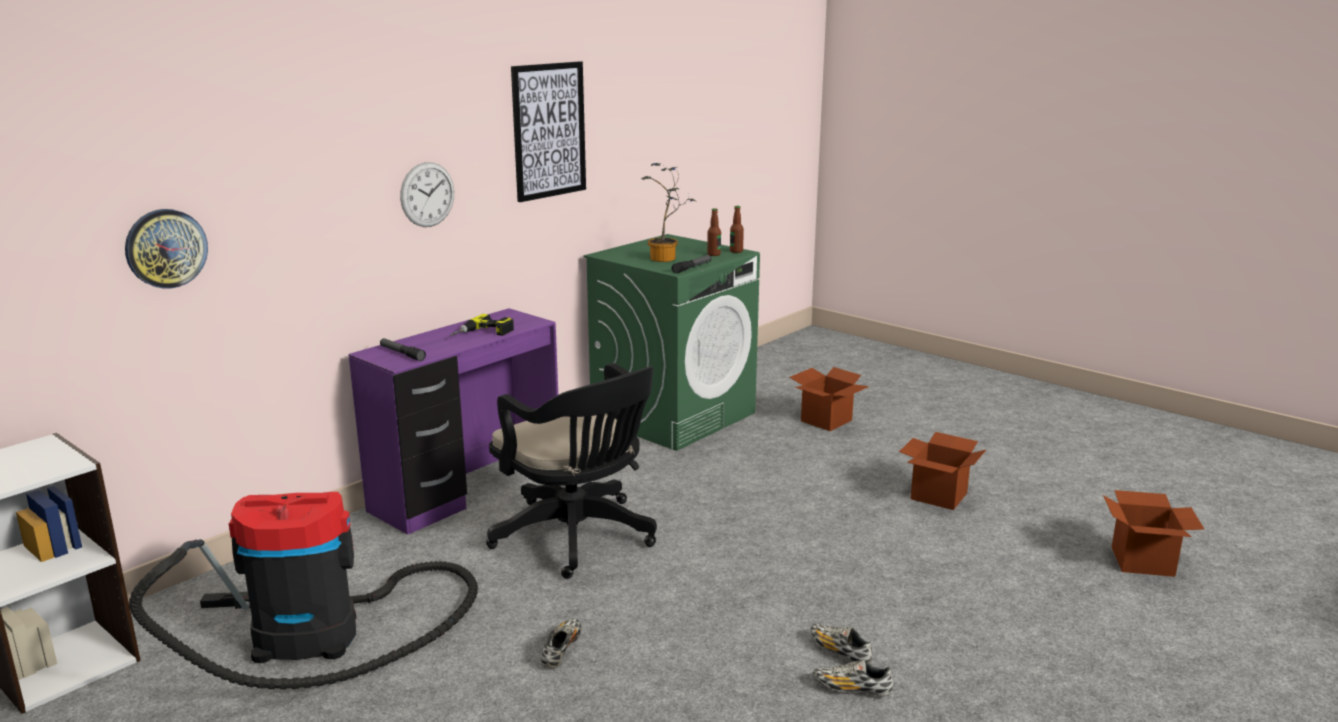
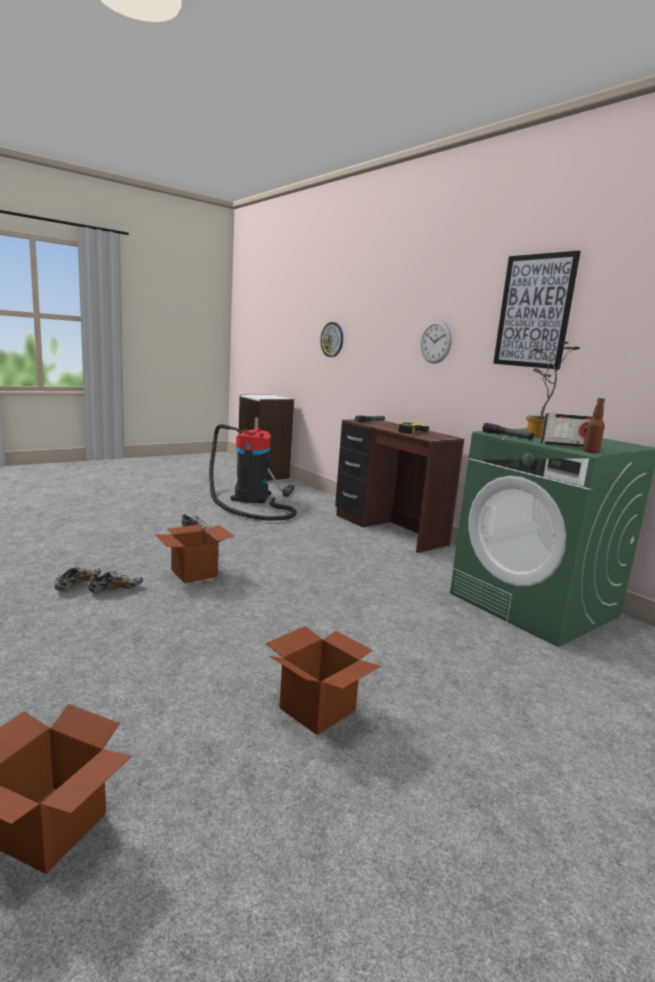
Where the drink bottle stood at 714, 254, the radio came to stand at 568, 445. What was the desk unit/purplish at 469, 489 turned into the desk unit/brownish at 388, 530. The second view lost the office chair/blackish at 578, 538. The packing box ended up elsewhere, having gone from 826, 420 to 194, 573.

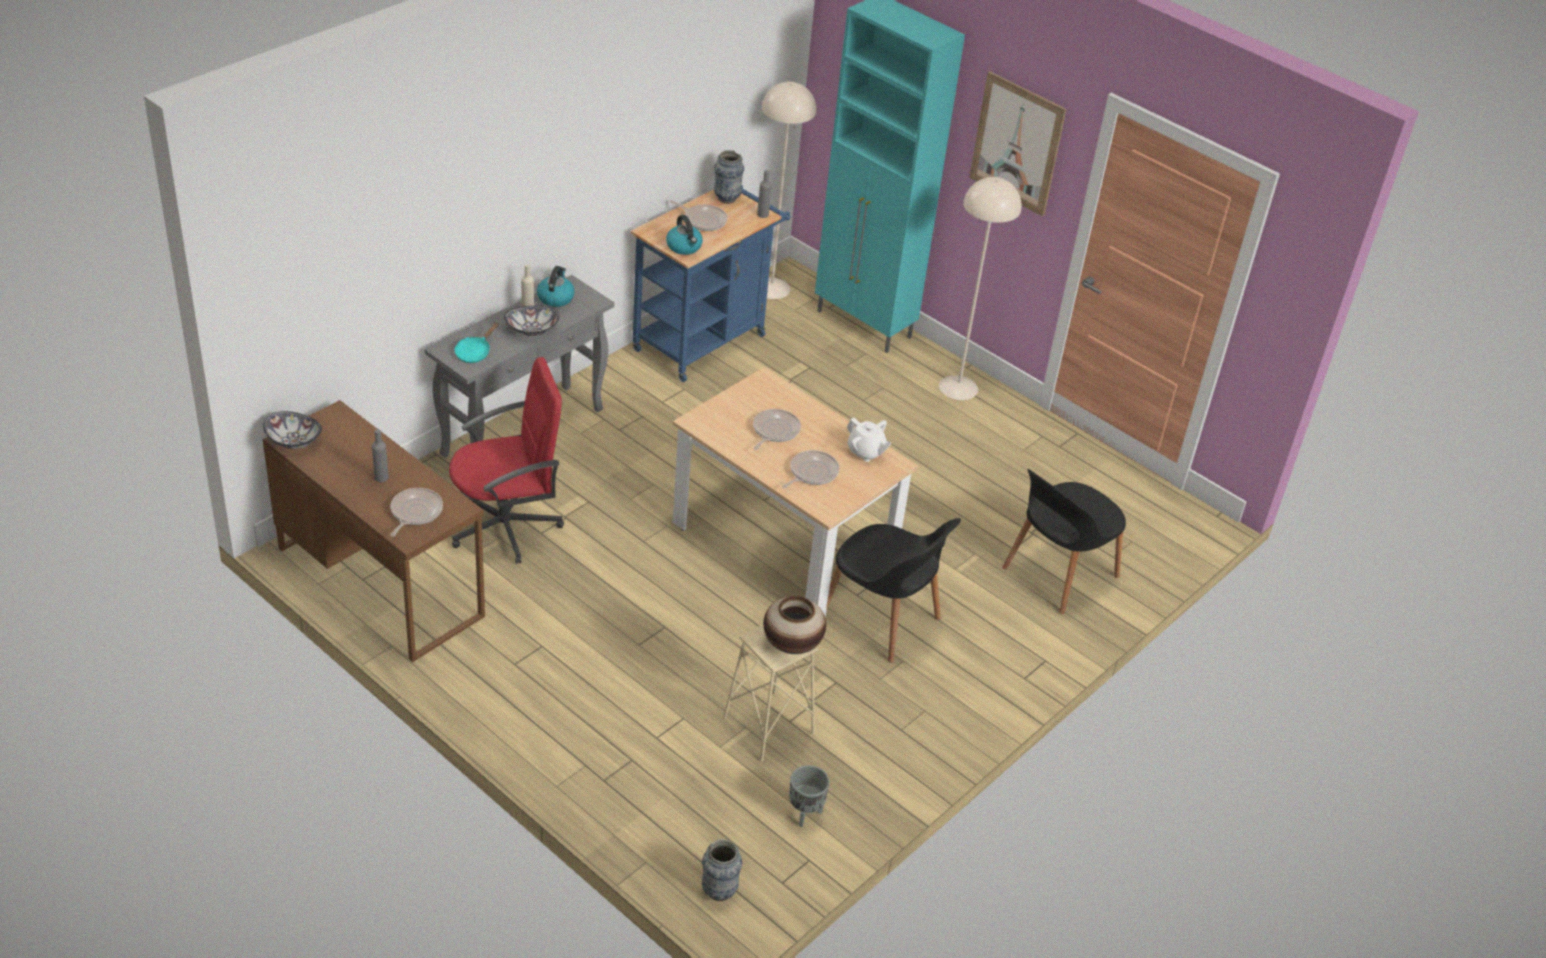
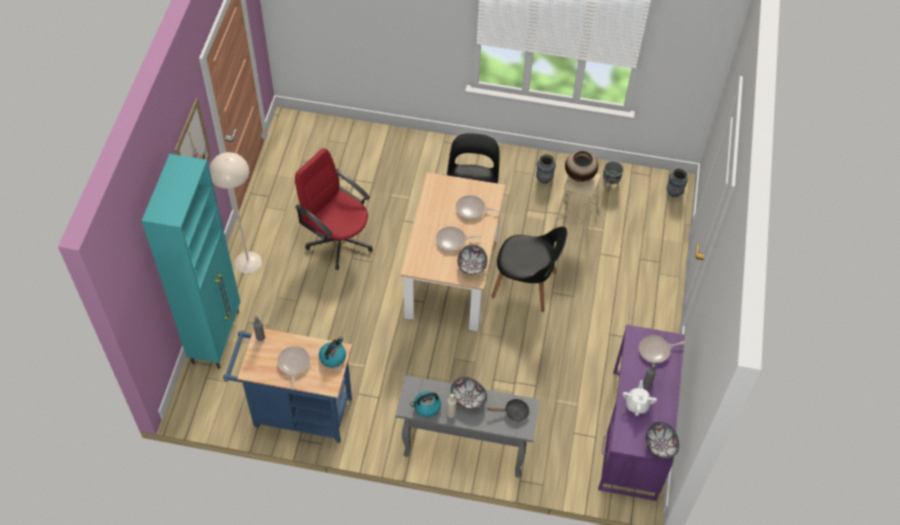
The second view lost the floor lamp/sand-coloured at 772, 288. The vase ended up elsewhere, having gone from 727, 198 to 544, 179. What was the frying pan/turquoise at 475, 352 turned into the frying pan/blackish at 513, 412. The office chair/reddish ended up elsewhere, having gone from 506, 525 to 339, 240. What was the desk unit/brownish at 380, 581 turned into the desk unit/purplish at 633, 434. The pot for tea/whitish ended up elsewhere, having gone from 866, 452 to 637, 404. The plain chair/blackish ended up elsewhere, having gone from 1058, 574 to 526, 285. The second view gained the serving bowl at 472, 266.

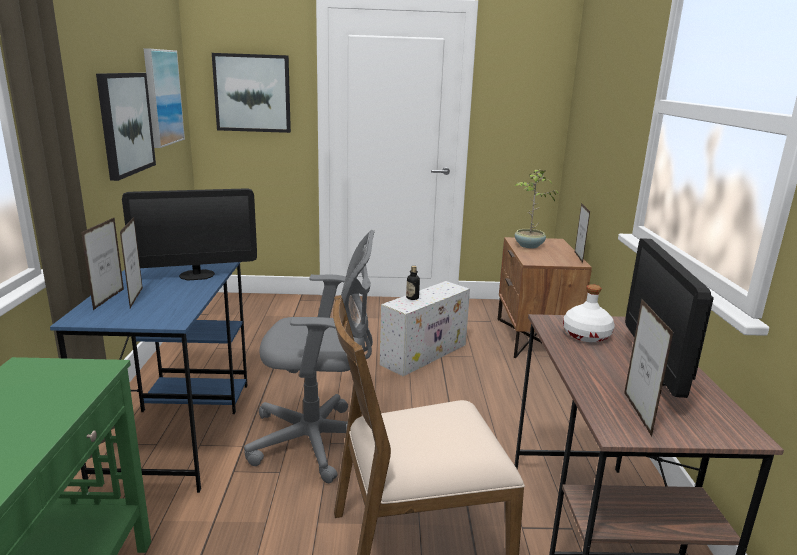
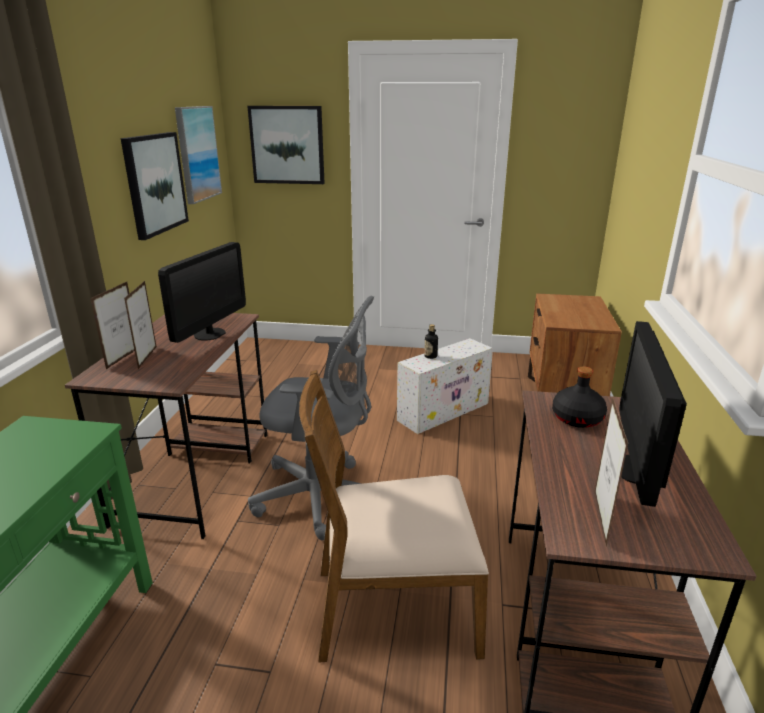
The second view lost the houseplant at 528, 246. The monitor at 197, 275 ended up facing another way, 60 degrees counterclockwise from before. The second view lost the picture frame at 578, 257. What was the desk unit/bluish at 178, 429 turned into the desk unit/brownish at 197, 475. What was the drink bottle/whitish at 587, 335 turned into the drink bottle/blackish at 577, 419.

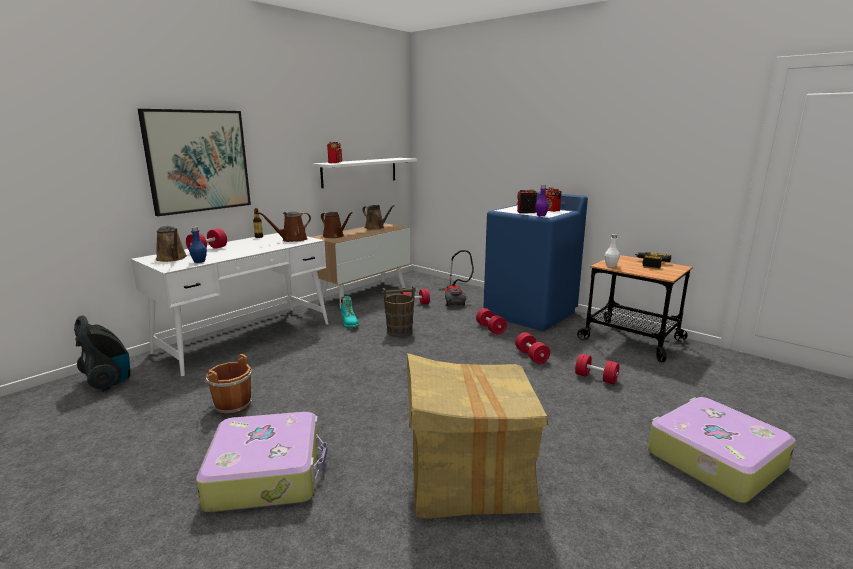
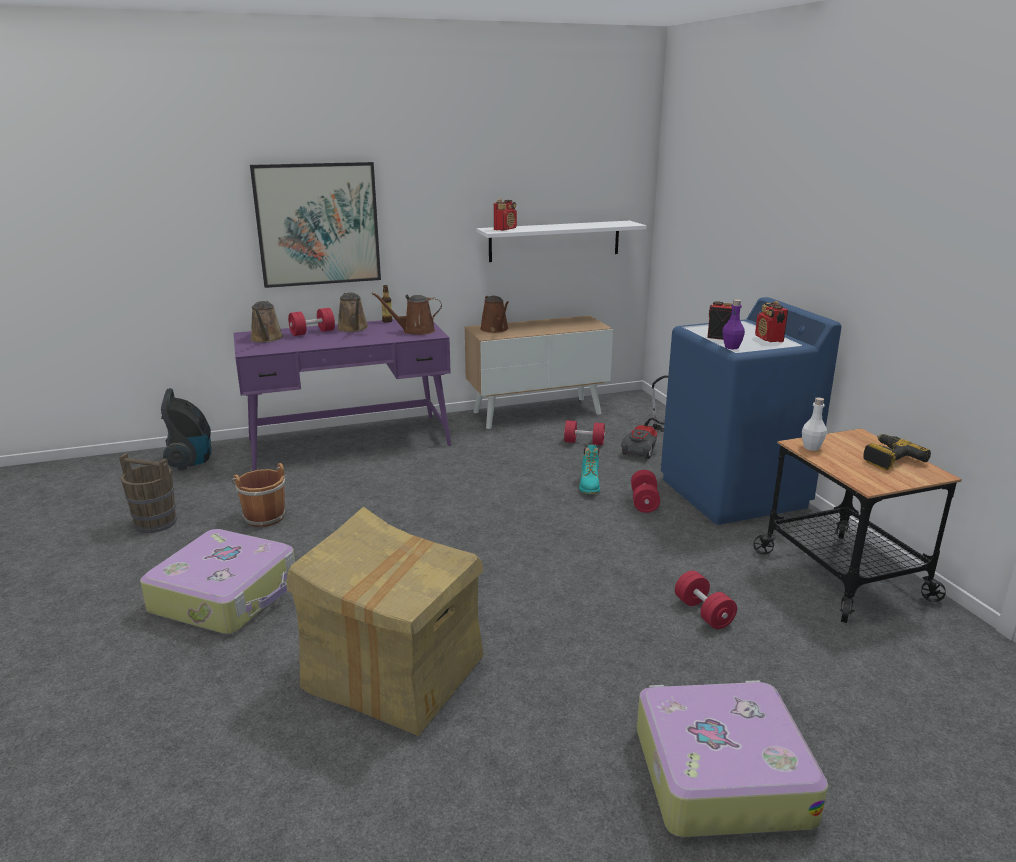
The watering can/brownish ended up elsewhere, having gone from 376, 227 to 353, 328. The second view lost the drink bottle/bluish at 199, 261. What was the desk unit/whitish at 246, 337 turned into the desk unit/purplish at 350, 442. The pail/brownish ended up elsewhere, having gone from 400, 332 to 156, 523. The tall boot/turquoise ended up elsewhere, having gone from 349, 324 to 589, 486. The second view lost the hand weight/reddish at 531, 356.

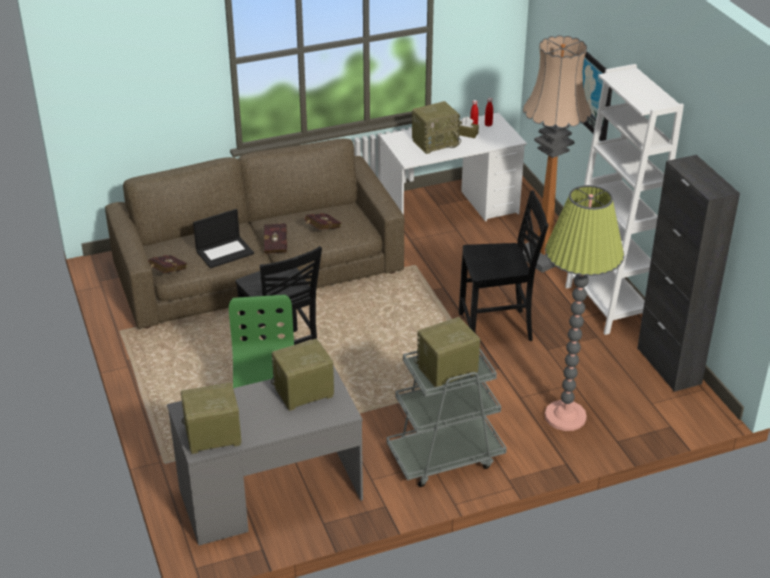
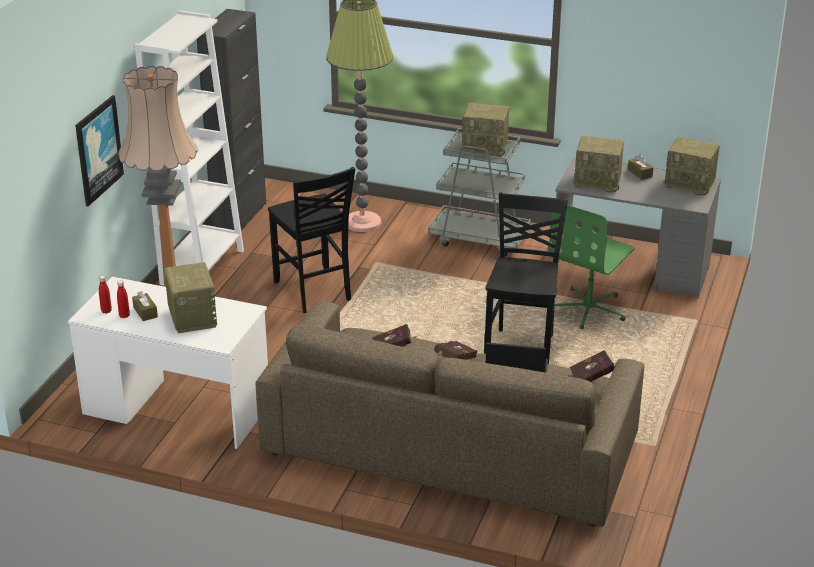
The radio at 435, 142 ended up facing another way, 60 degrees clockwise from before. The plain chair/blackish at 497, 328 ended up facing another way, 150 degrees counterclockwise from before. The second view gained the tissue box/brownish at 640, 173.

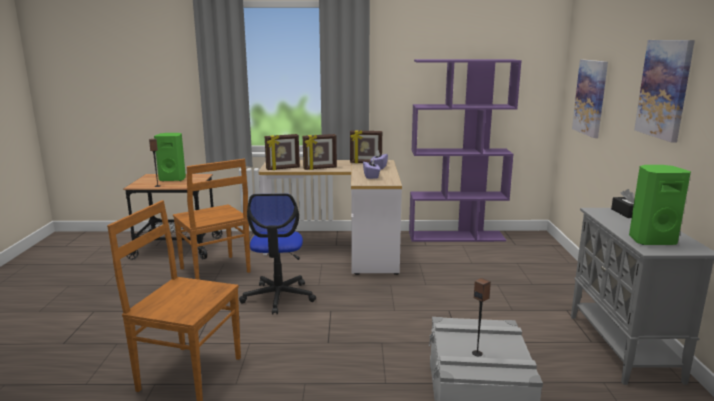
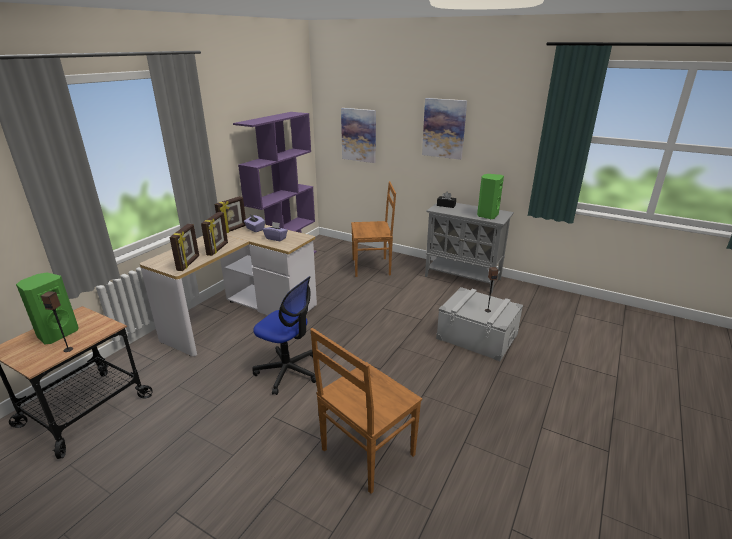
The plain chair/brownish ended up elsewhere, having gone from 215, 271 to 372, 267.

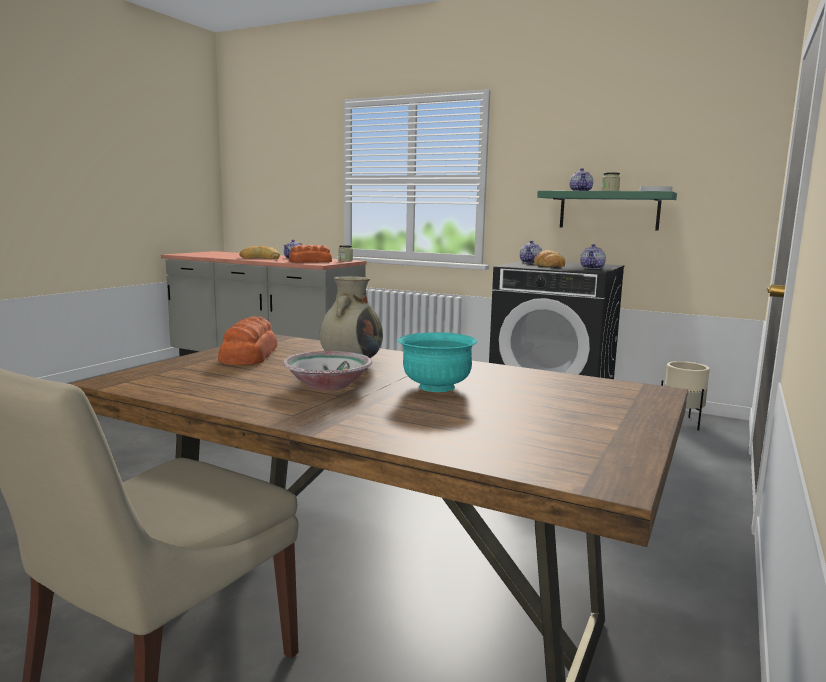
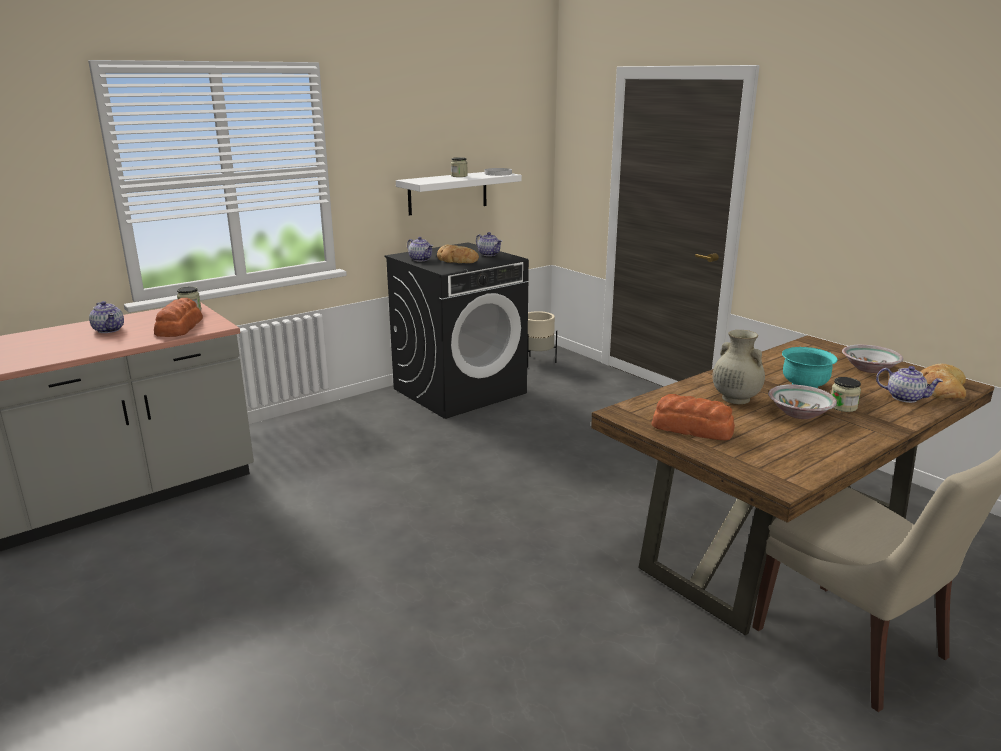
The pot for tea ended up elsewhere, having gone from 581, 191 to 905, 398. What was the shelf/greenish at 609, 210 turned into the shelf/whitish at 448, 192. The baked bread ended up elsewhere, having gone from 260, 258 to 940, 388. The second view gained the serving bowl at 870, 369. The second view gained the preserve jar at 843, 407.

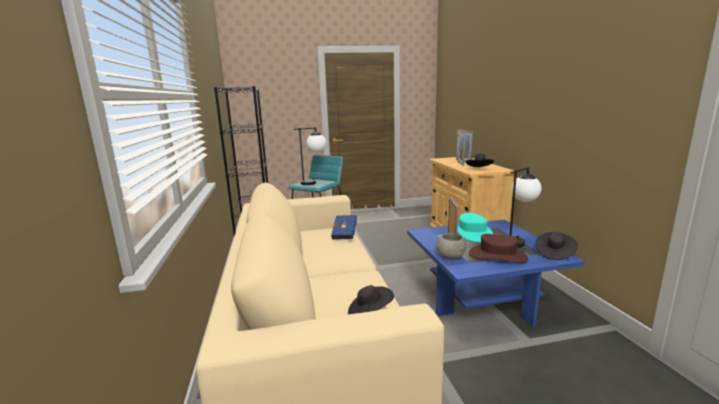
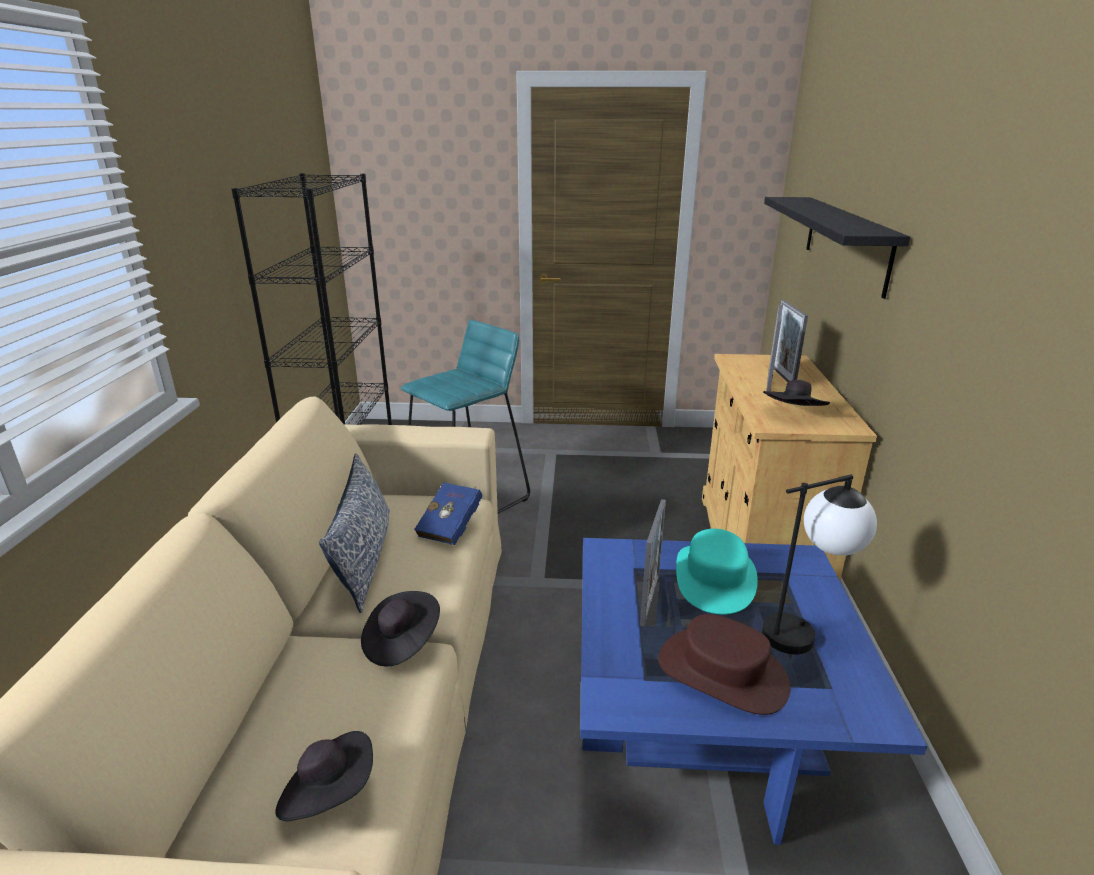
The second view lost the tabletop lamp at 314, 182. The wearable hat/blackish ended up elsewhere, having gone from 554, 253 to 401, 642. The second view lost the serving bowl/grey at 450, 256. The second view gained the shelf/blackish at 846, 242. The second view gained the cushion at 364, 556.

